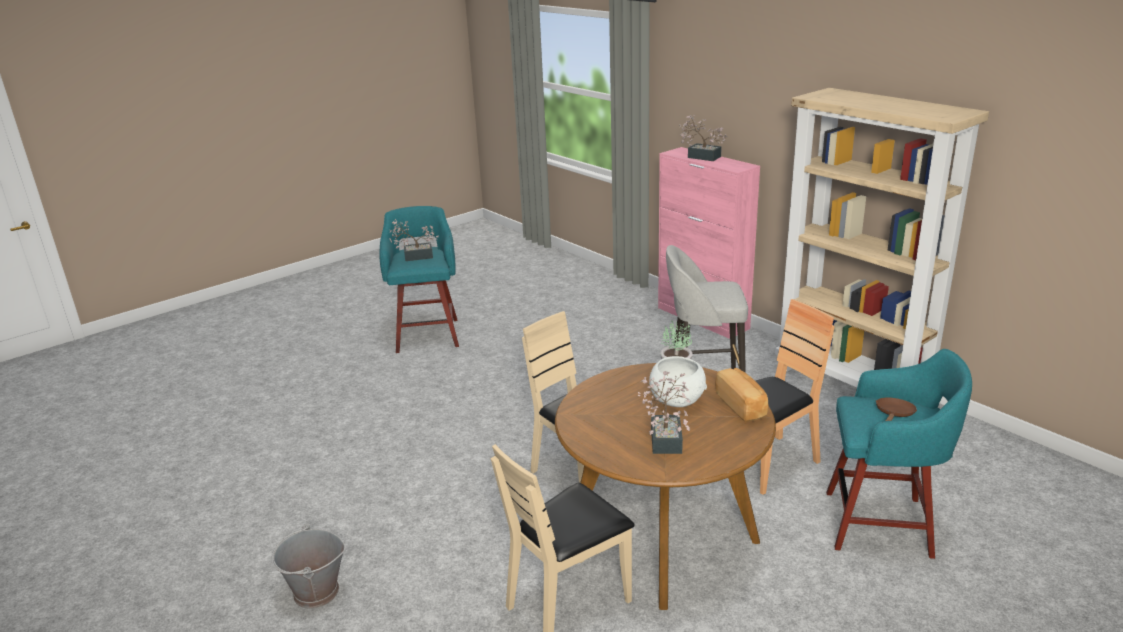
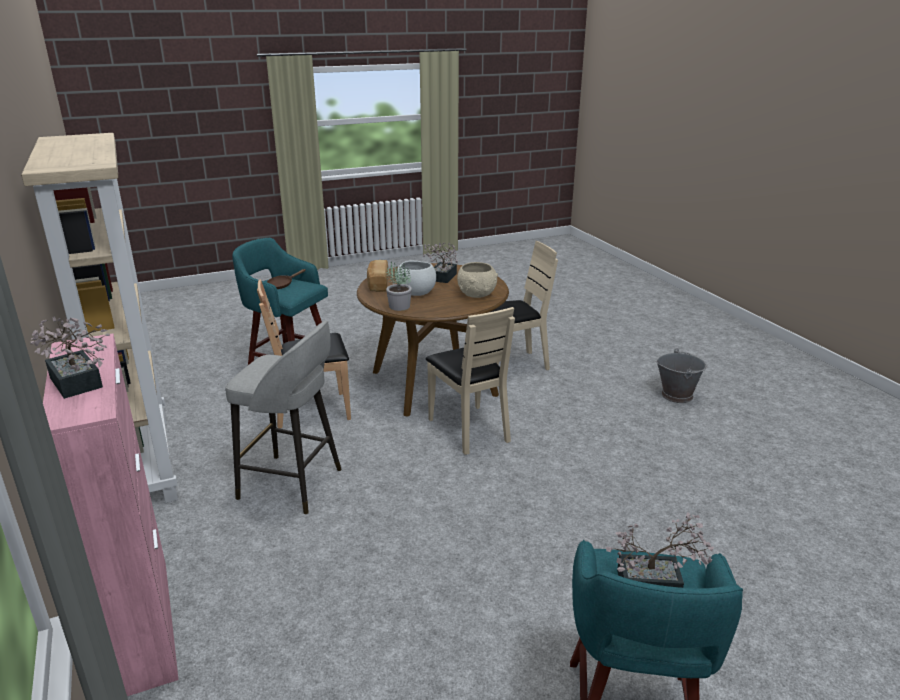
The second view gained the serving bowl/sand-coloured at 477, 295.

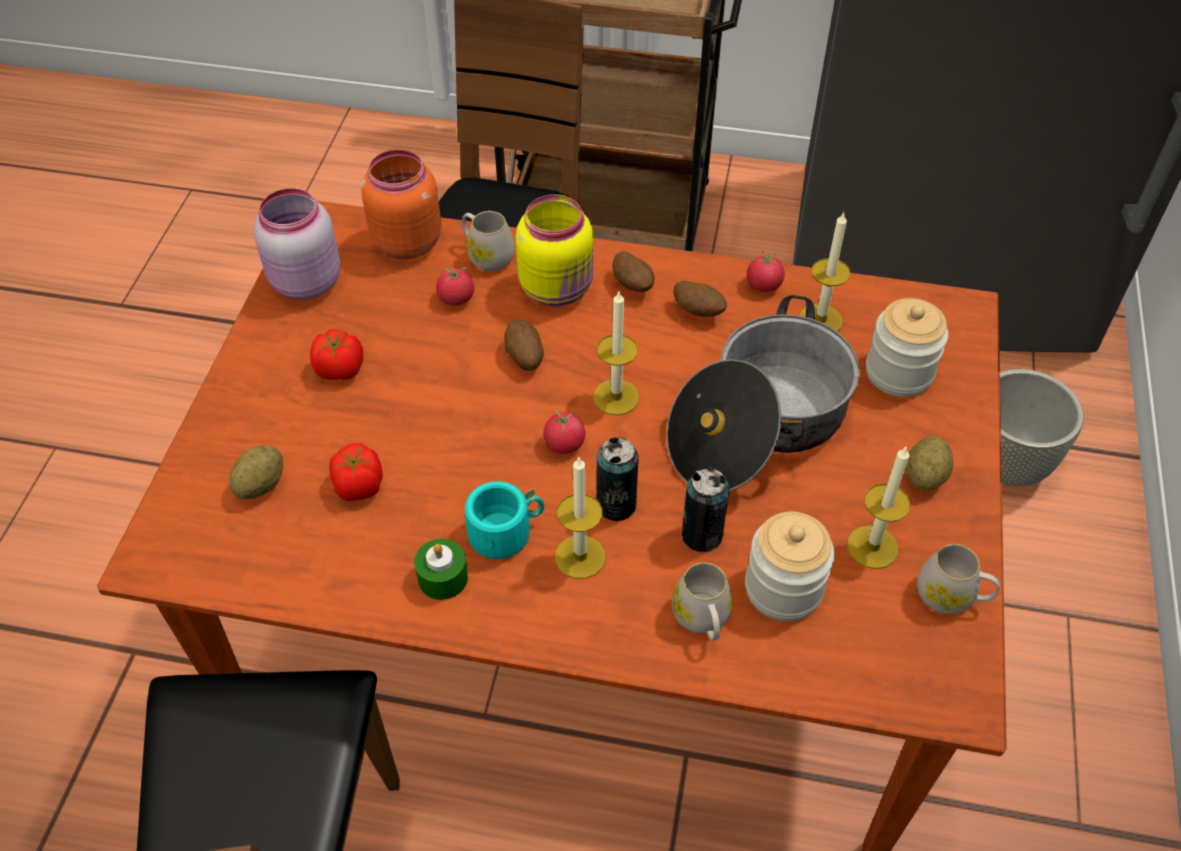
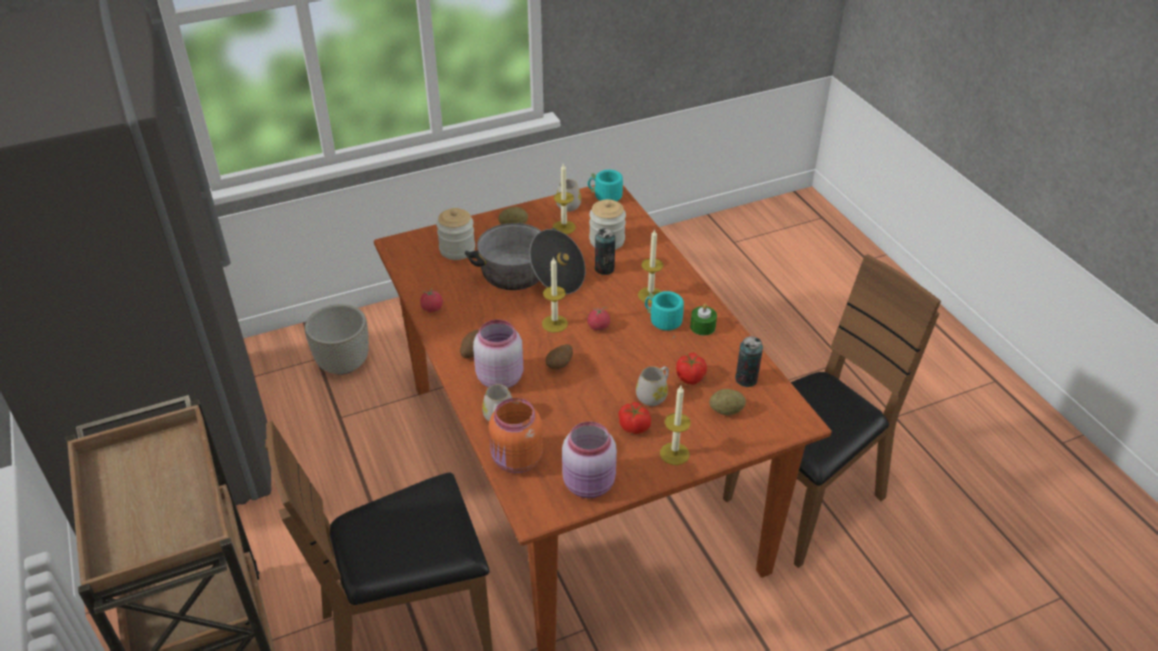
What was the preserve jar/yellow at 558, 288 turned into the preserve jar/pink-coloured at 499, 377. The wax light ended up elsewhere, having gone from 820, 320 to 674, 453. The second view lost the fresh tomato at 456, 298. The second view lost the spud at 698, 311. The metal can ended up elsewhere, having gone from 616, 505 to 746, 379. The tea mug/whitish ended up elsewhere, having gone from 703, 620 to 654, 395. The second view gained the tea mug/turquoise at 604, 197.

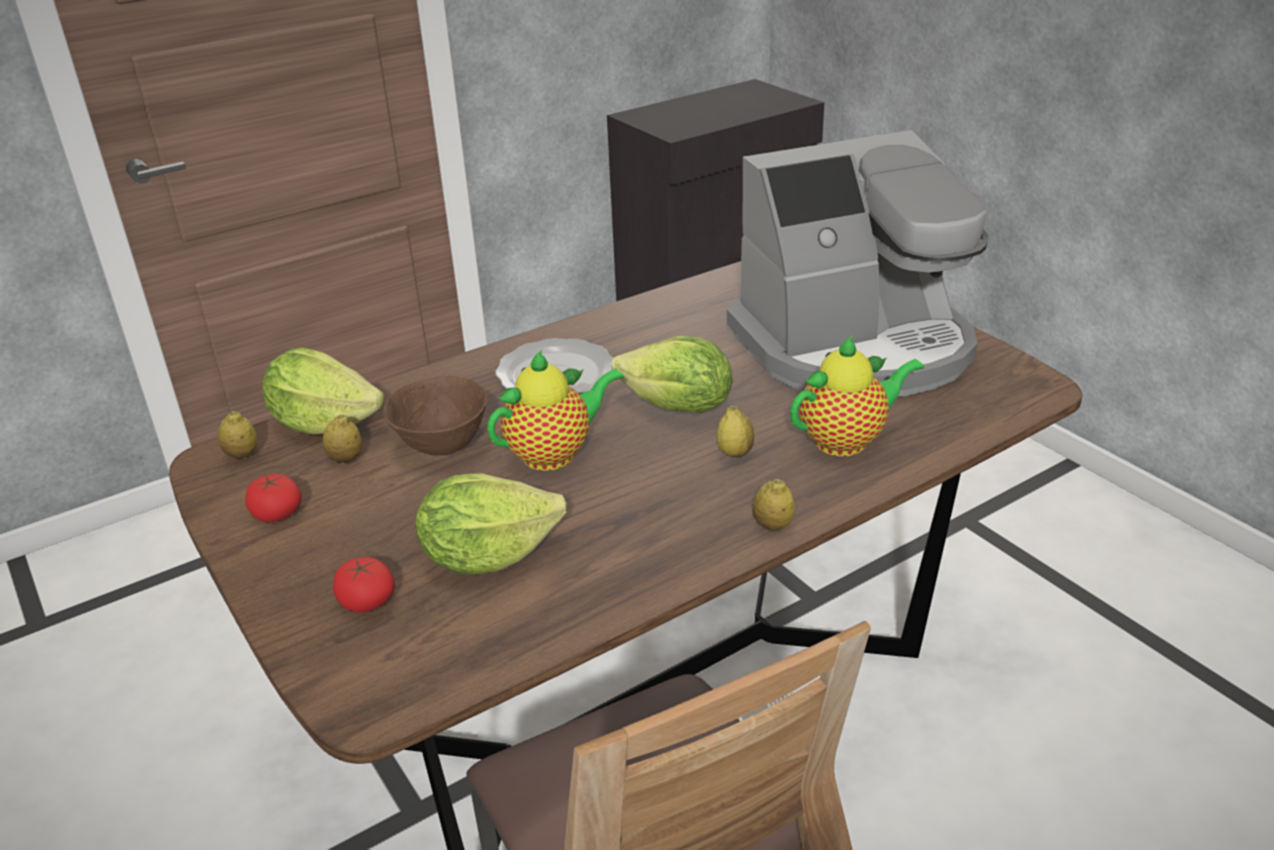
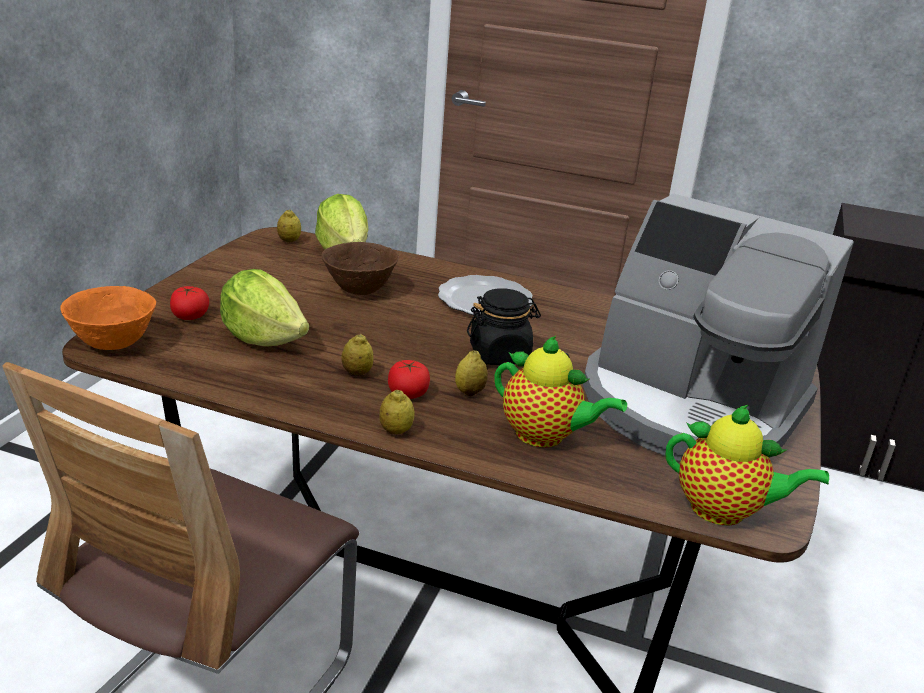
Where the head of lettuce stood at 678, 408, the preserve jar/blackish came to stand at 500, 354. The pot for tea ended up elsewhere, having gone from 555, 454 to 724, 511. The lemon ended up elsewhere, having gone from 346, 459 to 357, 373. The fresh tomato ended up elsewhere, having gone from 277, 513 to 408, 393. The second view gained the serving bowl/orange at 113, 343.

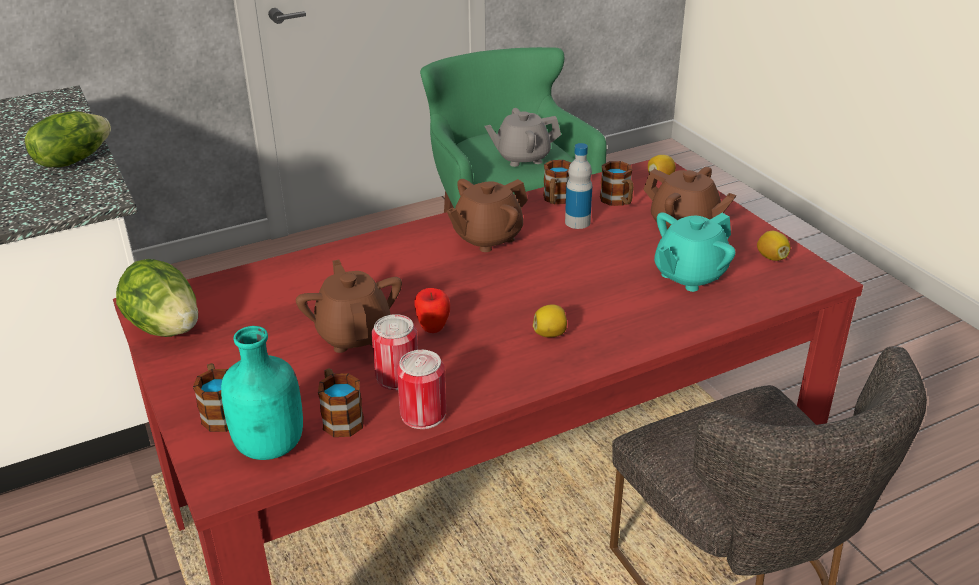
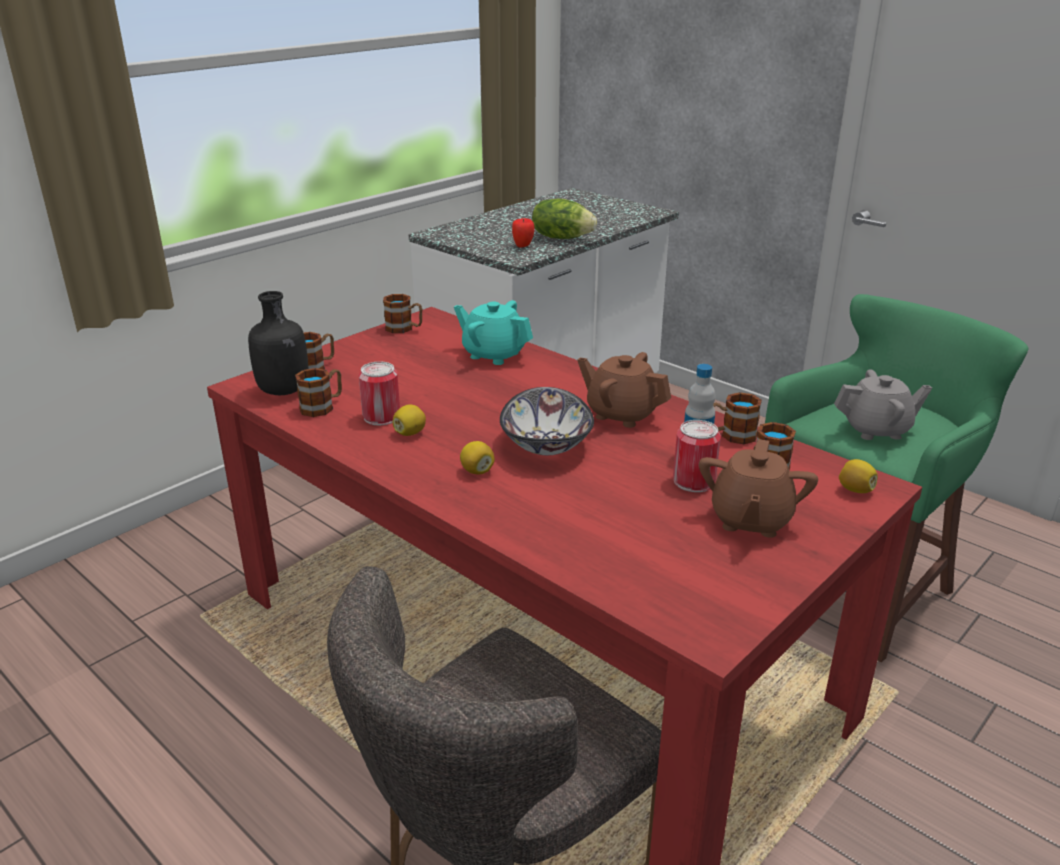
The pot for tea/grey at 522, 158 ended up facing another way, 120 degrees clockwise from before. The pot for tea/turquoise ended up elsewhere, having gone from 689, 275 to 493, 354. The lemon ended up elsewhere, having gone from 771, 257 to 410, 433. Where the head of lettuce stood at 165, 328, the tea mug came to stand at 404, 329. The second view lost the pot for tea/brownish at 354, 334. The whole apple ended up elsewhere, having gone from 433, 328 to 523, 246. What was the drink bottle/turquoise at 271, 446 turned into the drink bottle/blackish at 284, 391. The metal can ended up elsewhere, having gone from 423, 414 to 694, 481. The second view gained the serving bowl at 547, 444.

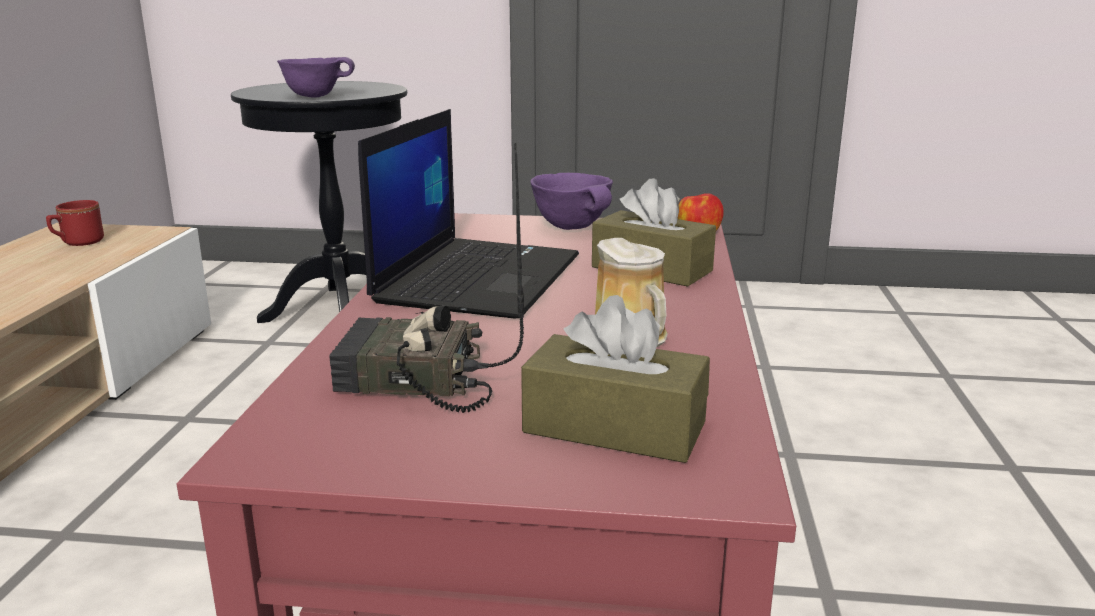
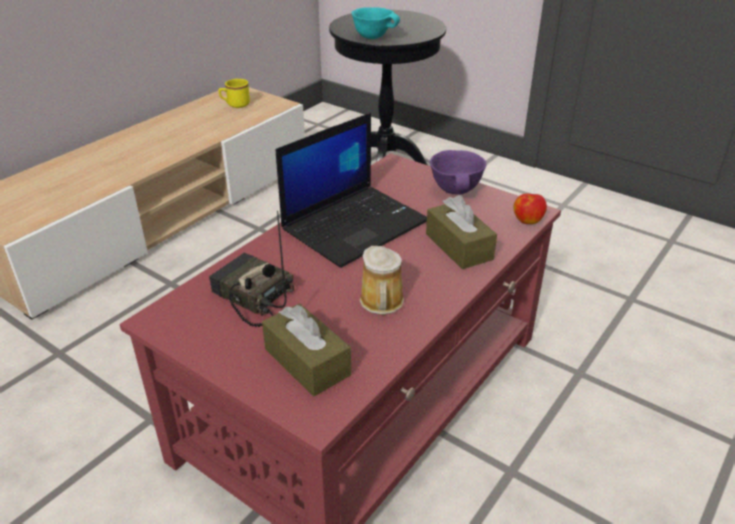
What was the serving bowl/purplish at 315, 96 turned into the serving bowl/turquoise at 373, 37. What was the tea mug/reddish at 78, 243 turned into the tea mug/yellow at 235, 105.

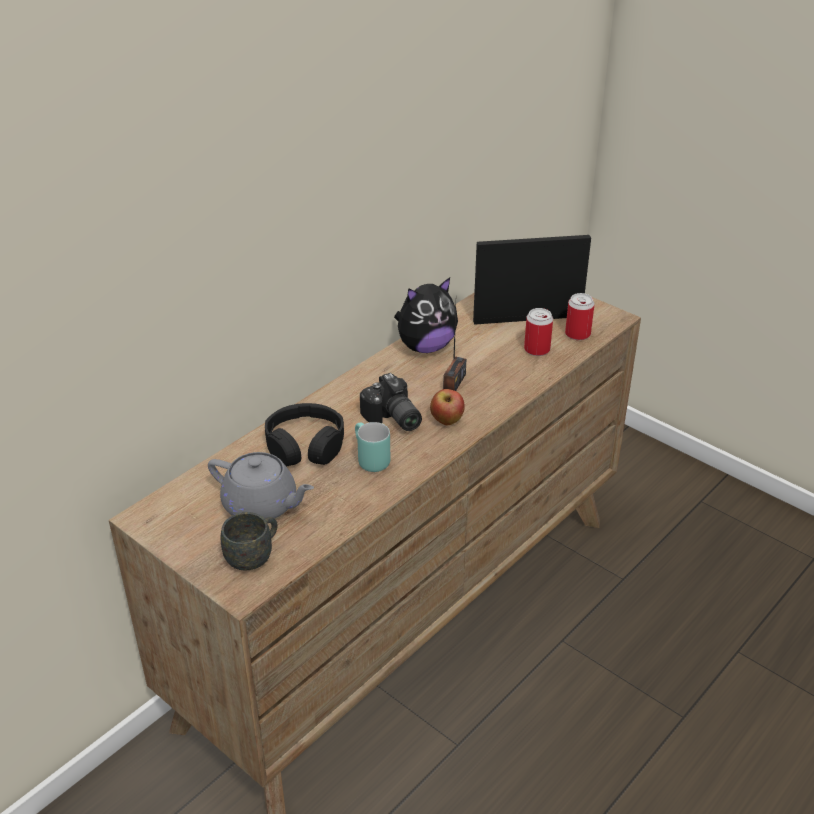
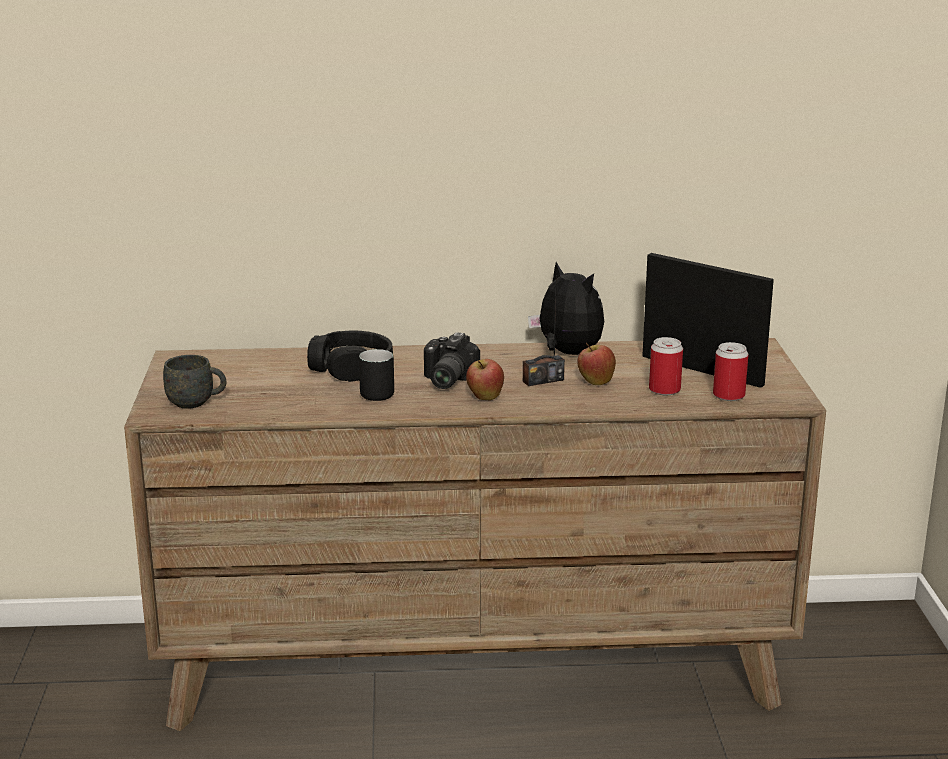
The plush toy at 425, 347 ended up facing another way, 150 degrees counterclockwise from before. What was the tea mug/turquoise at 368, 460 turned into the tea mug/blackish at 377, 392. The second view lost the pot for tea/grey at 262, 505. The second view gained the whole apple at 595, 382.

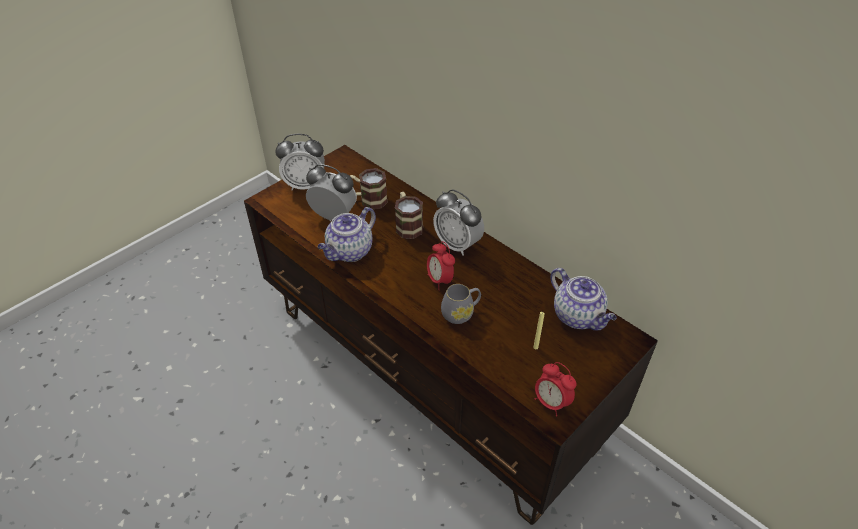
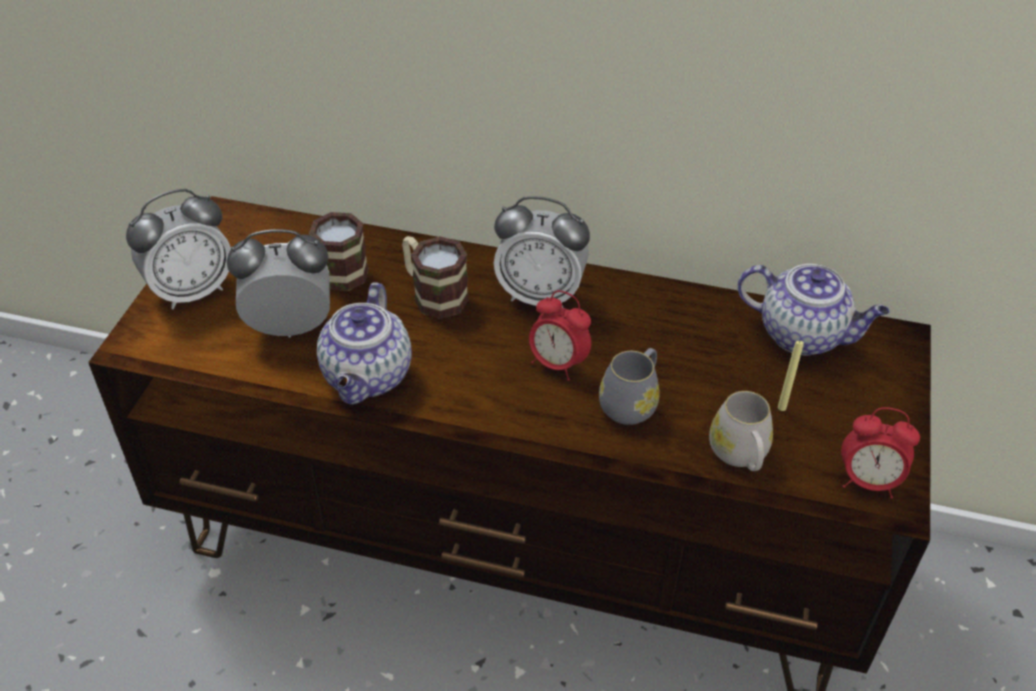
The second view gained the tea mug/whitish at 740, 455.

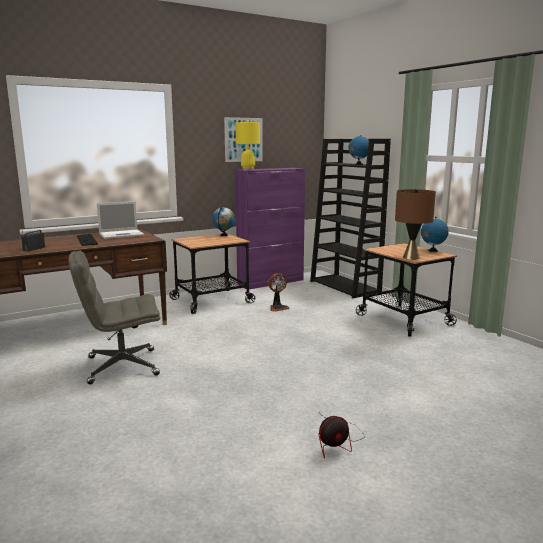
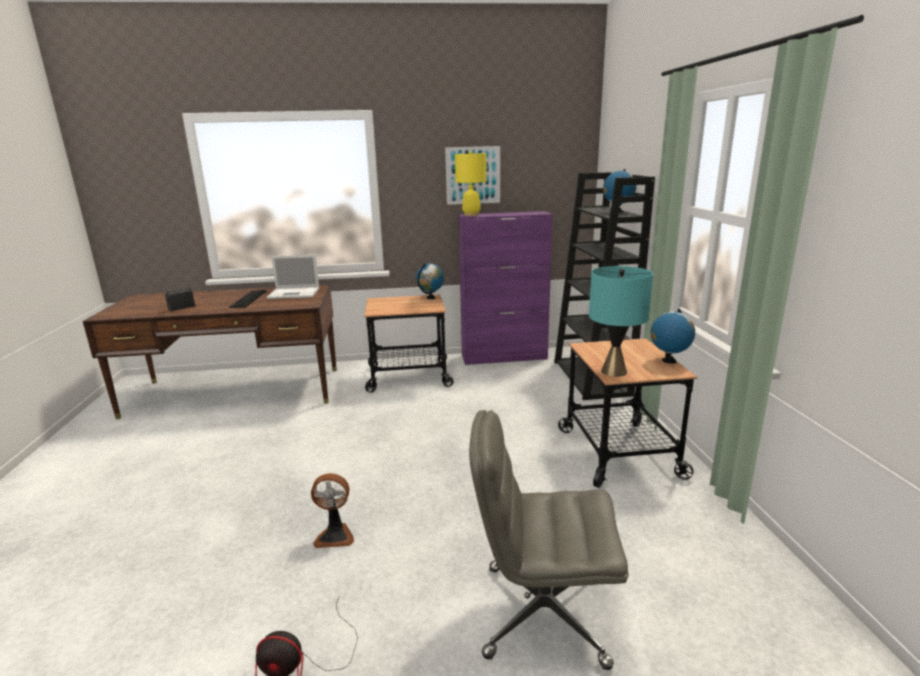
What was the tabletop lamp/brownish at 411, 257 turned into the tabletop lamp/turquoise at 613, 371. The office chair/grey ended up elsewhere, having gone from 121, 366 to 542, 614. The electric fan ended up elsewhere, having gone from 277, 308 to 335, 535.

